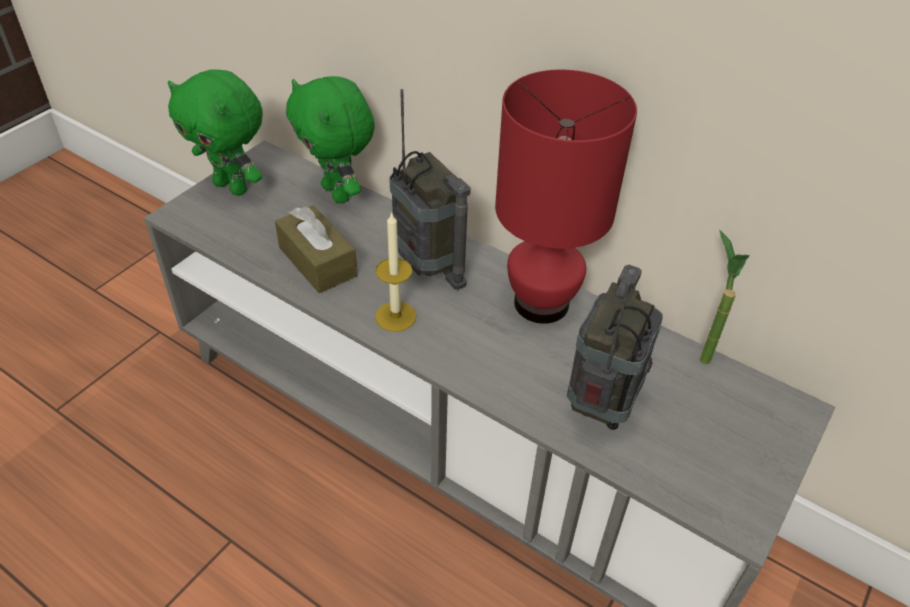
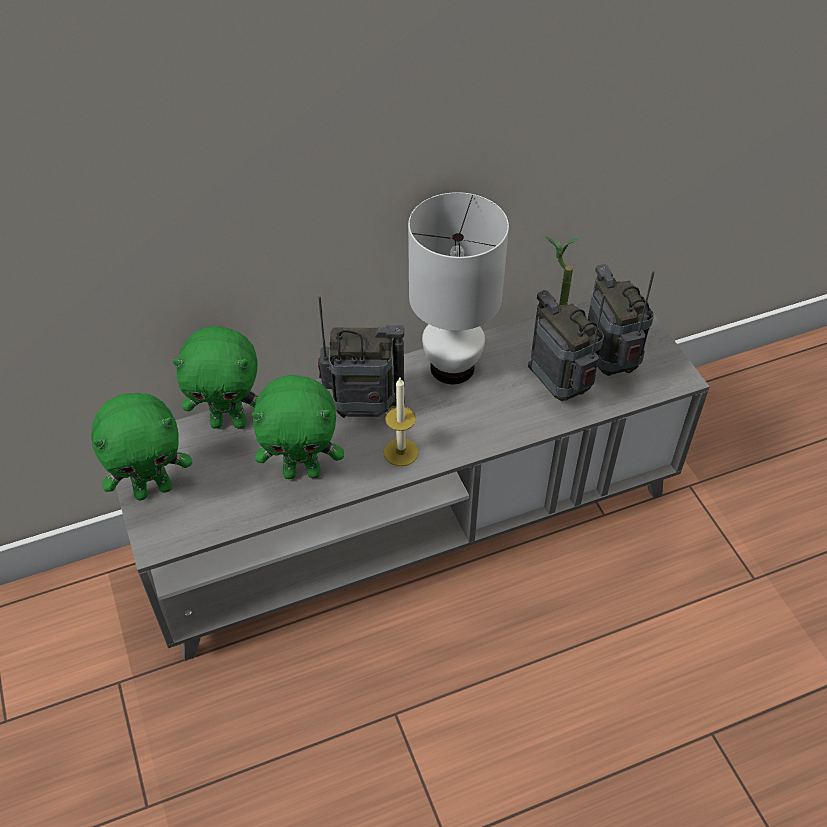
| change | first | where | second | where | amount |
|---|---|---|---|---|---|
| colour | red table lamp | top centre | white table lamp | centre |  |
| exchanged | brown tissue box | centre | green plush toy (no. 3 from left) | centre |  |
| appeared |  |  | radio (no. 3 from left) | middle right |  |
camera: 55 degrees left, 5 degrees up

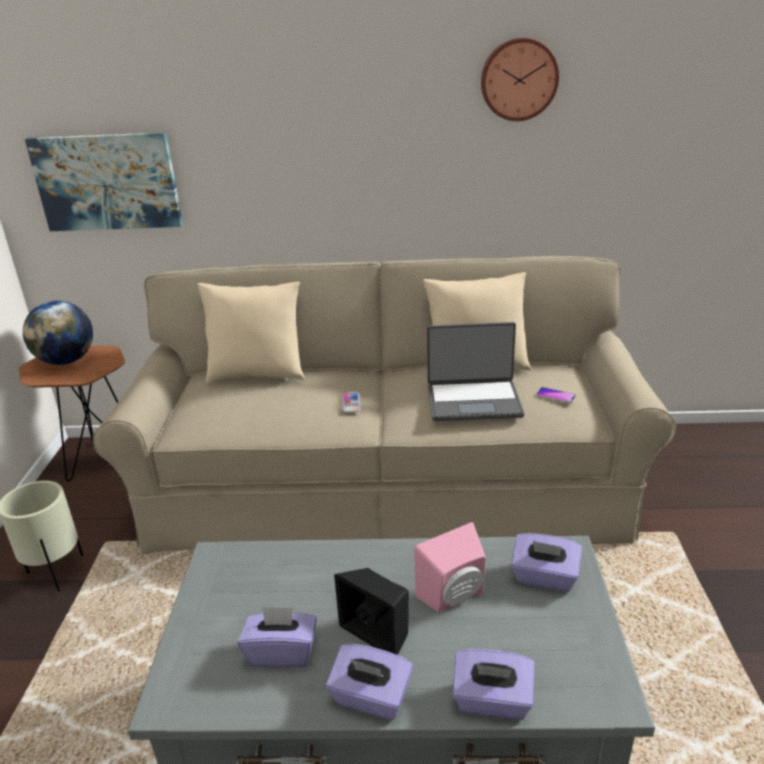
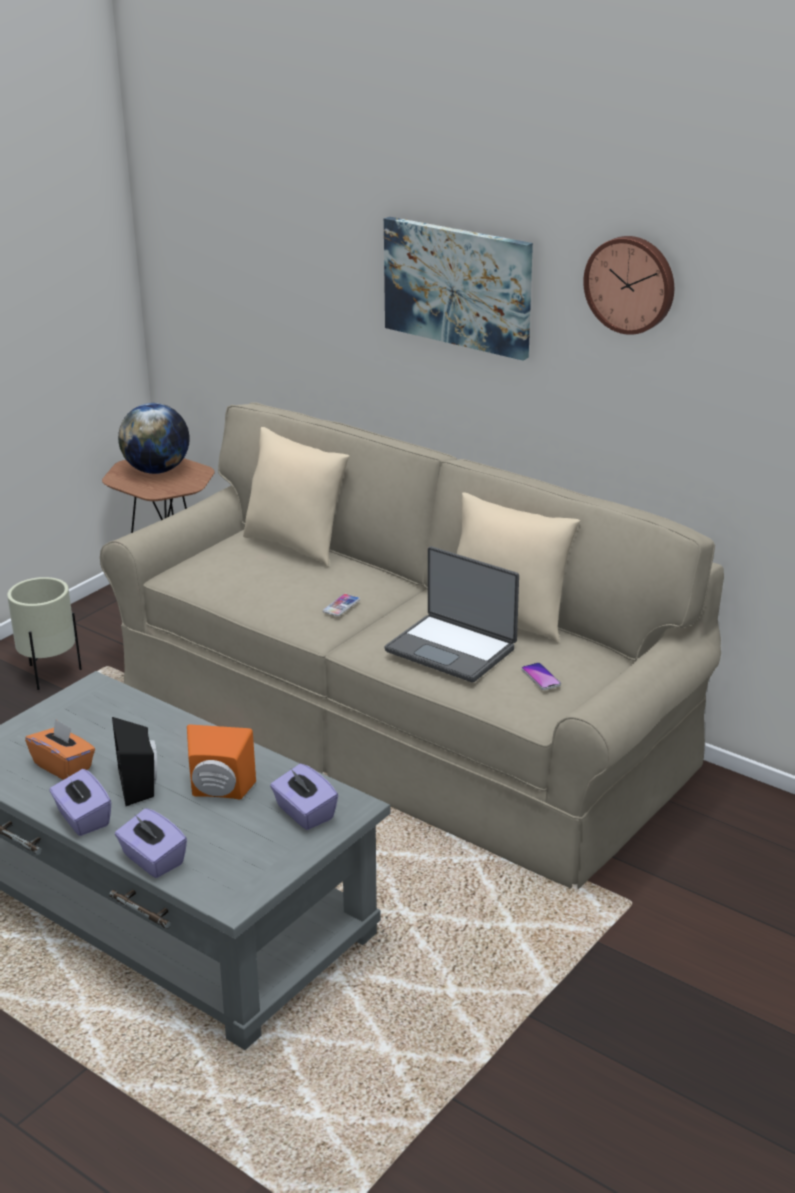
| change | first | where | second | where | amount |
|---|---|---|---|---|---|
| relocated | picture | top left |  | top centre |  |
| colour | pink speaker | bottom centre | orange speaker | middle left |  |
| colour | purple tissue box (no. 1 from left) | bottom centre | orange tissue box | middle left |  |
camera: 35 degrees right, 0 degrees up

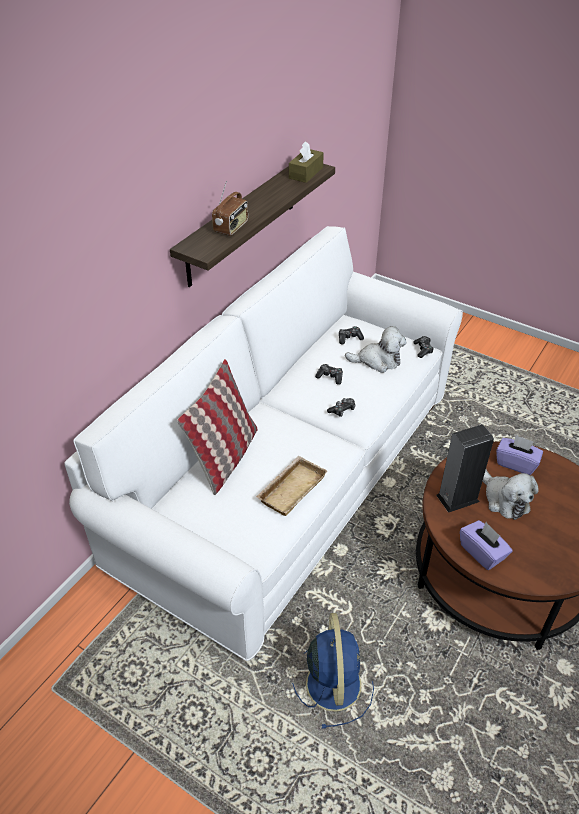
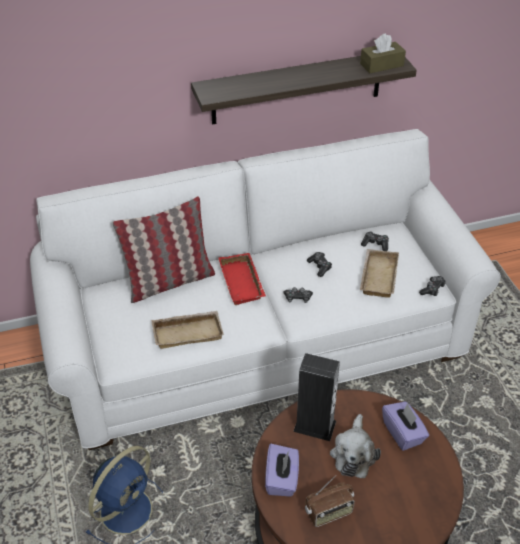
| change | first | where | second | where | amount |
|---|---|---|---|---|---|
| relocated | radio | top centre |  | bottom centre |  |
| exchanged | plush toy (no. 1 from left) | centre | beige tray (no. 2 from left) | middle right |  |
| appeared |  |  | red tray | centre |  |
camera: 40 degrees right, 0 degrees up

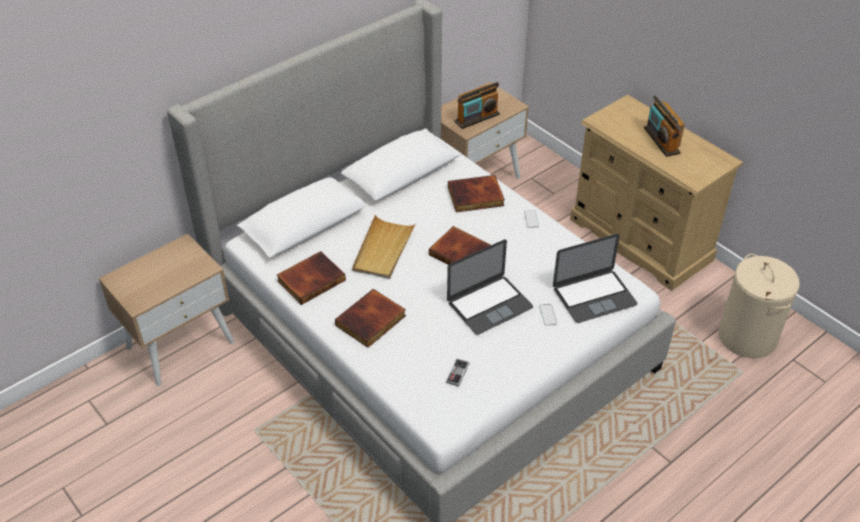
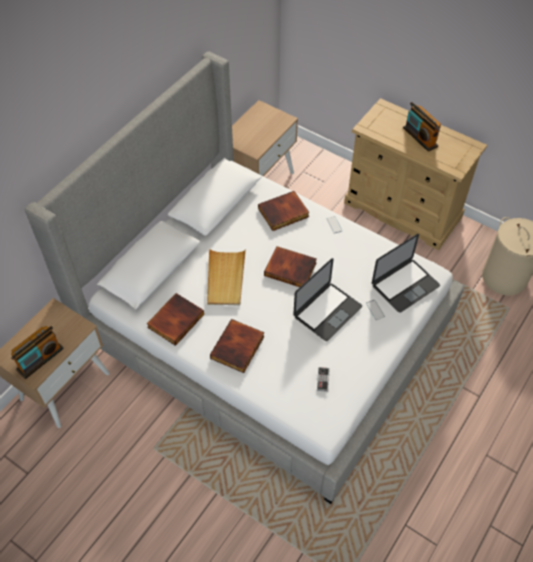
| change | first | where | second | where | amount |
|---|---|---|---|---|---|
| relocated | radio (no. 1 from left) | top centre |  | middle left |  |
camera: 15 degrees left, 10 degrees up

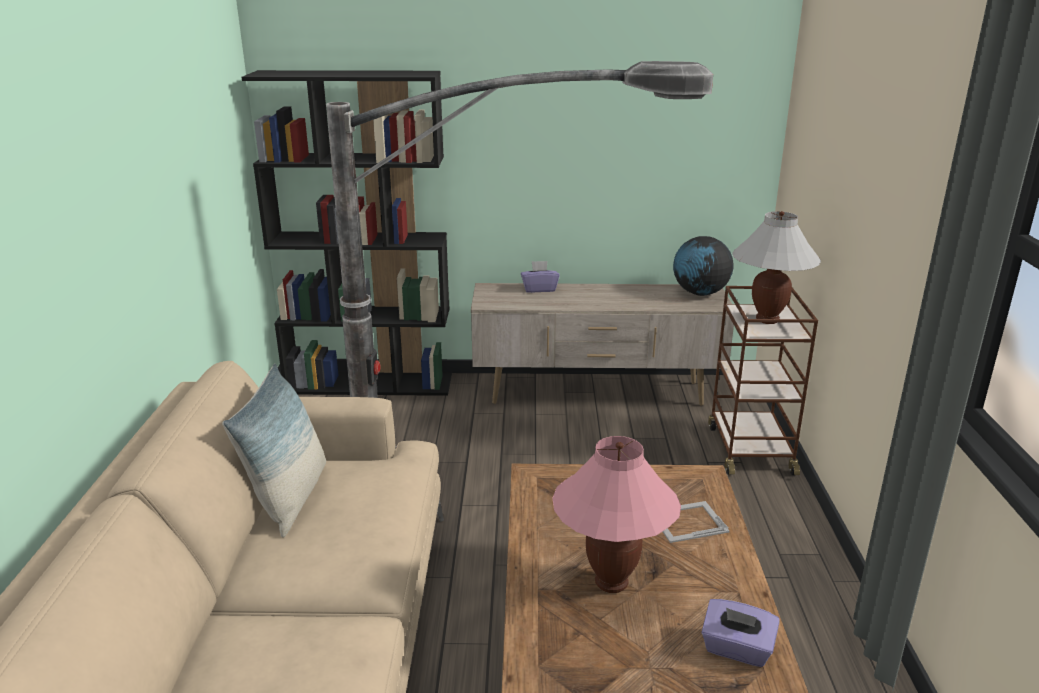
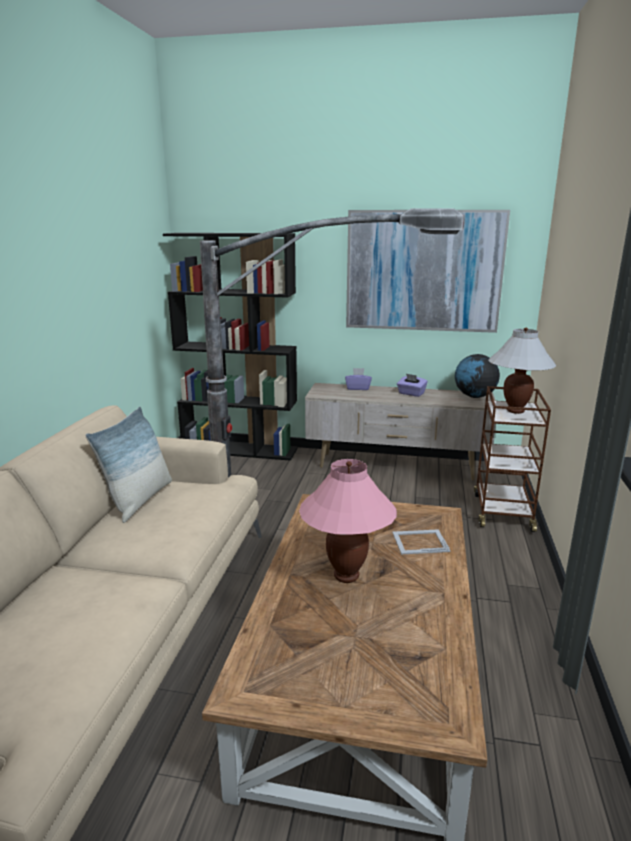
| change | first | where | second | where | amount |
|---|---|---|---|---|---|
| relocated | purple tissue box (no. 2 from left) | bottom right |  | centre |  |
| appeared |  |  | picture | top right |  |
camera: 10 degrees right, 5 degrees down

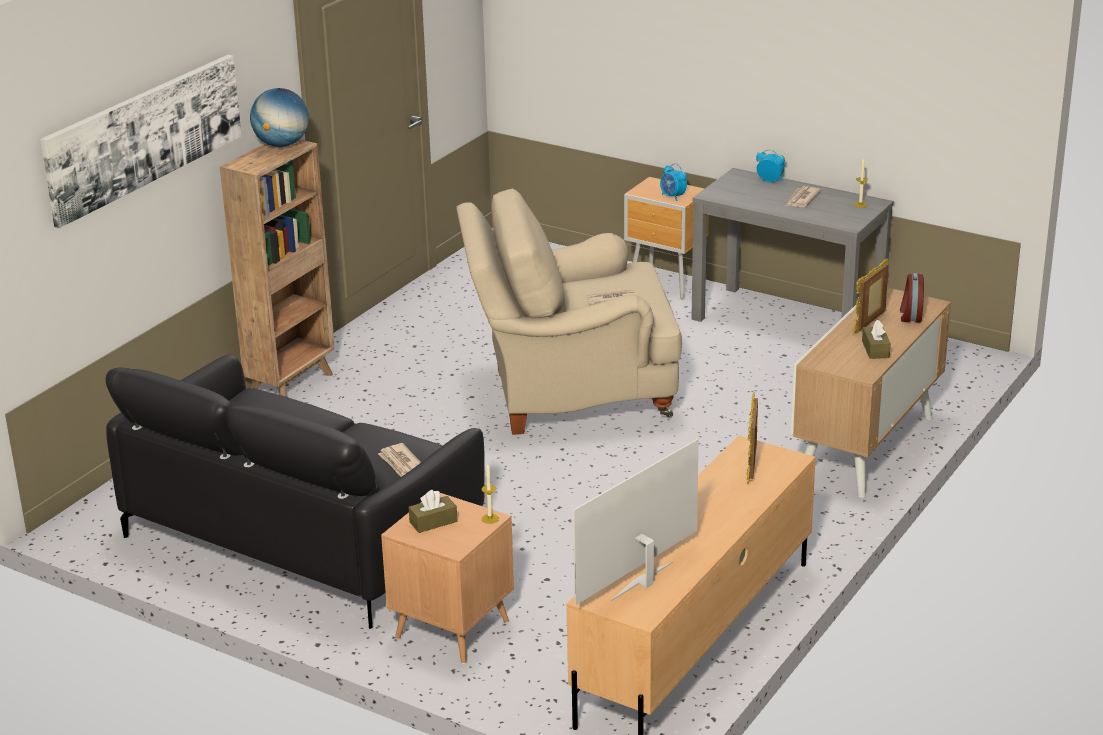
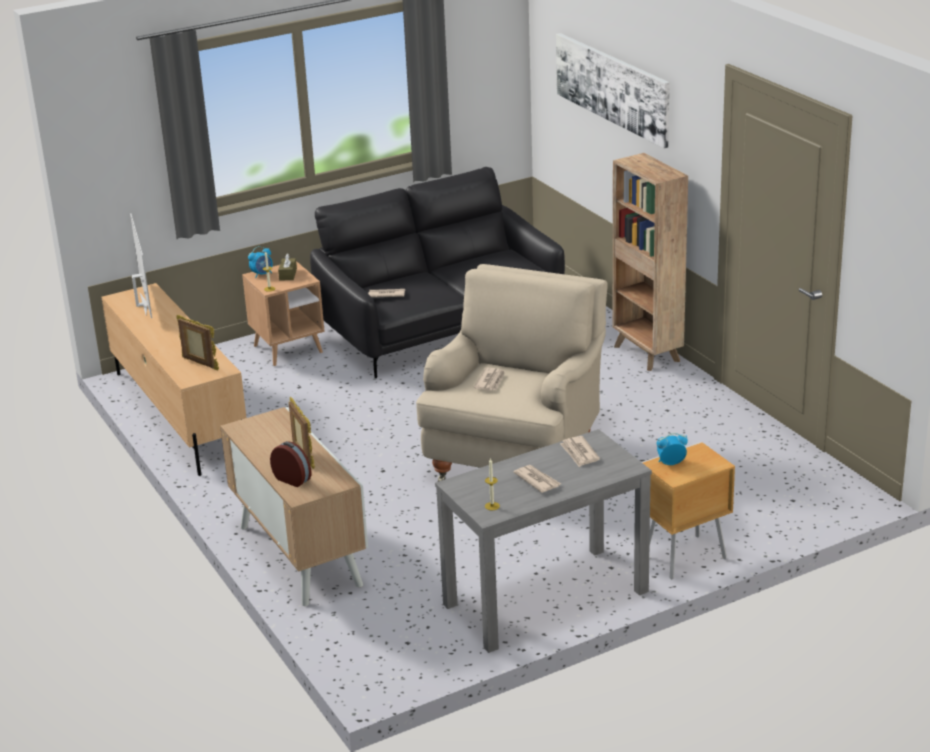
| change | first | where | second | where | amount |
|---|---|---|---|---|---|
| missing | globe | top left |  |  |  |
| relocated | alarm clock (no. 2 from left in the first image) | top right | alarm clock (no. 1 from left) | middle left |  |
| missing | brown tissue box (no. 2 from left) | middle right |  |  |  |
| appeared |  |  | newspaper (no. 4 from left) | centre |  |
camera: 120 degrees right, 0 degrees up

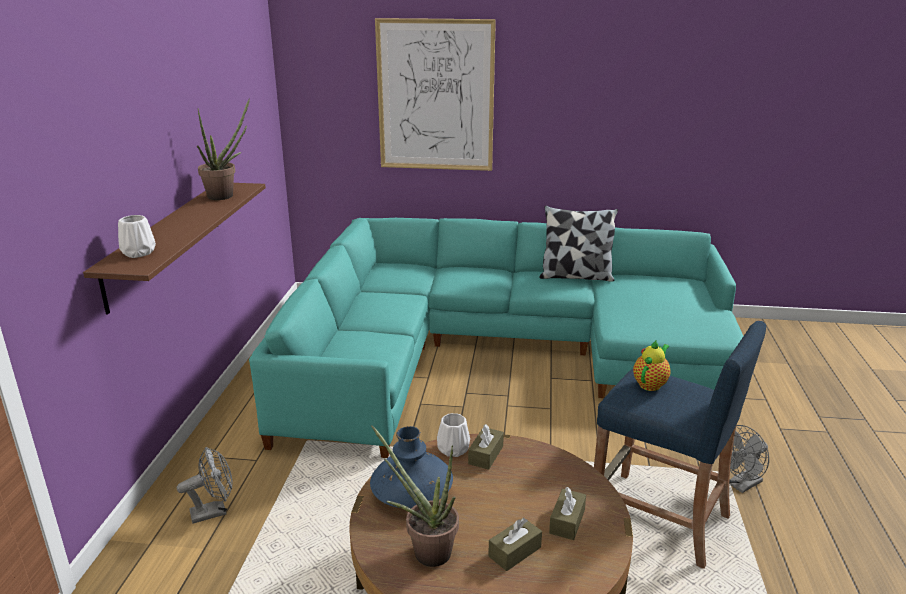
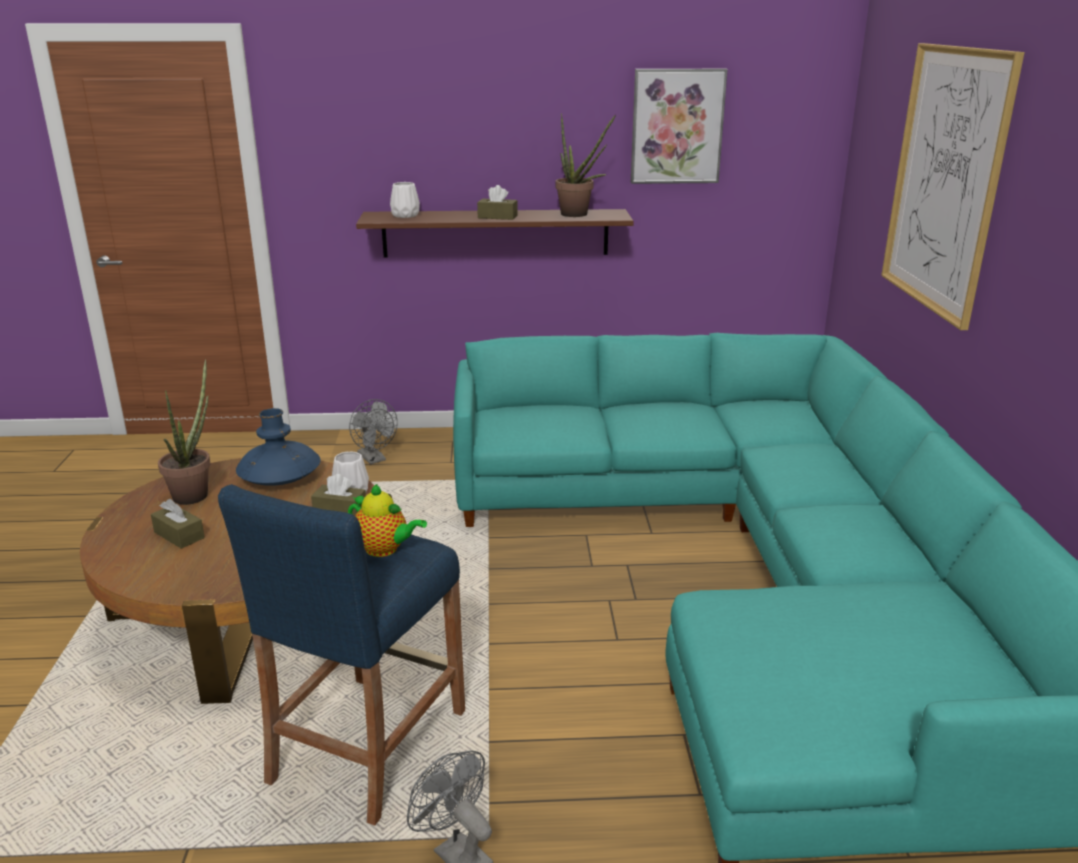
| change | first | where | second | where | amount |
|---|---|---|---|---|---|
| missing | pillow | centre |  |  |  |
| relocated | brown tissue box (no. 3 from left) | bottom centre |  | top centre |  |
| appeared |  |  | picture (no. 1 from left) | top centre |  |
camera: 80 degrees right, 0 degrees up

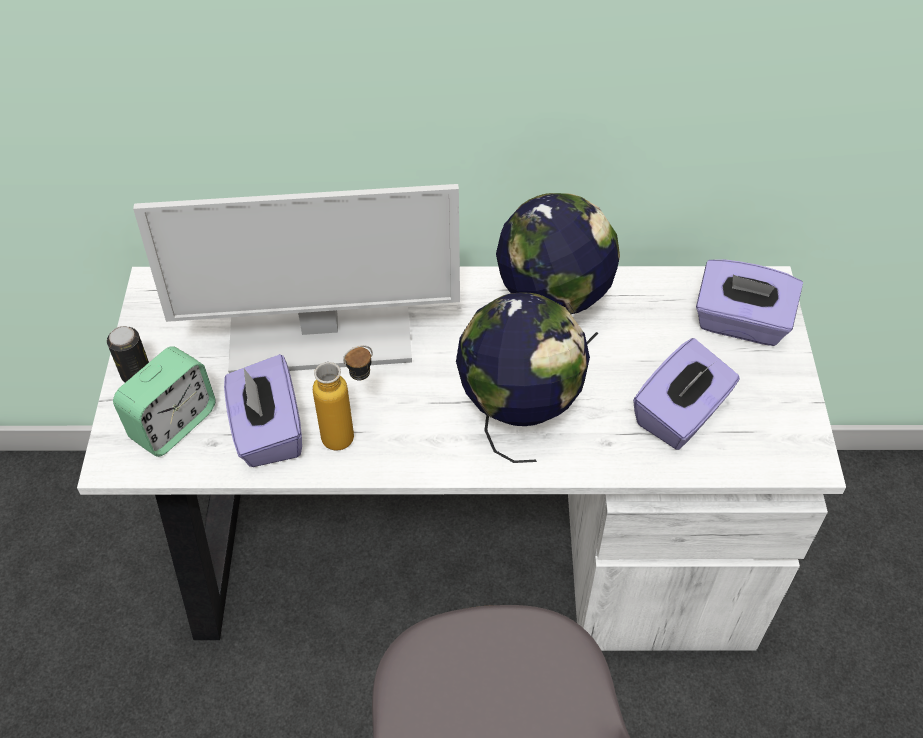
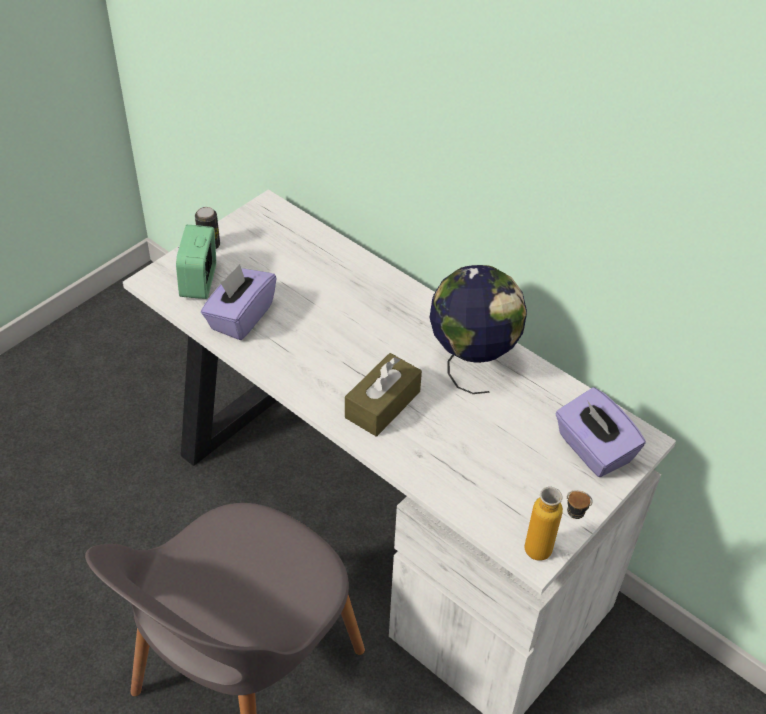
| change | first | where | second | where | amount |
|---|---|---|---|---|---|
| missing | monitor | middle left |  |  |  |
| exchanged | globe (no. 1 from left) | centre | brown tissue box | centre |  |
| missing | purple tissue box (no. 2 from left) | middle right |  |  |  |
| relocated | bottle | centre |  | bottom right |  |
| spun | alarm clock | middle left |  | middle left | 105 degrees clockwise |
camera: 40 degrees right, 5 degrees down

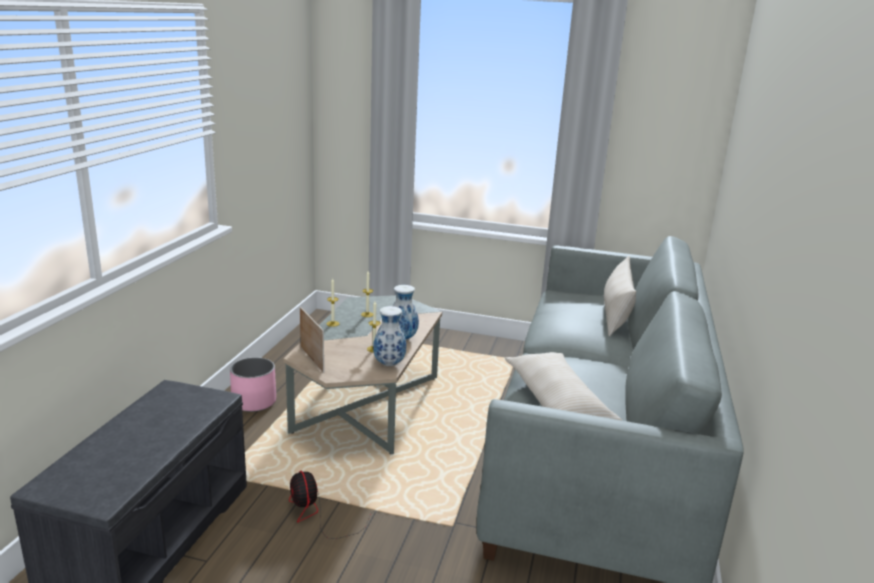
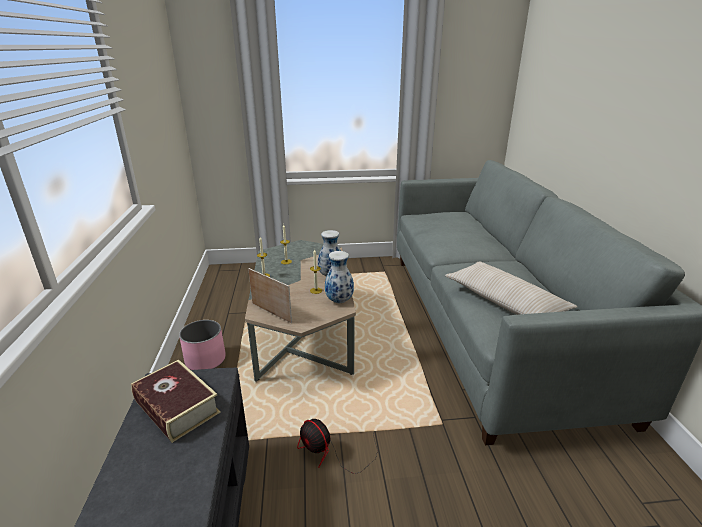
| change | first | where | second | where | amount |
|---|---|---|---|---|---|
| missing | beige pillow (no. 2 from left) | middle right |  |  |  |
| appeared |  |  | book | bottom left |  |
camera: 20 degrees left, 5 degrees up

